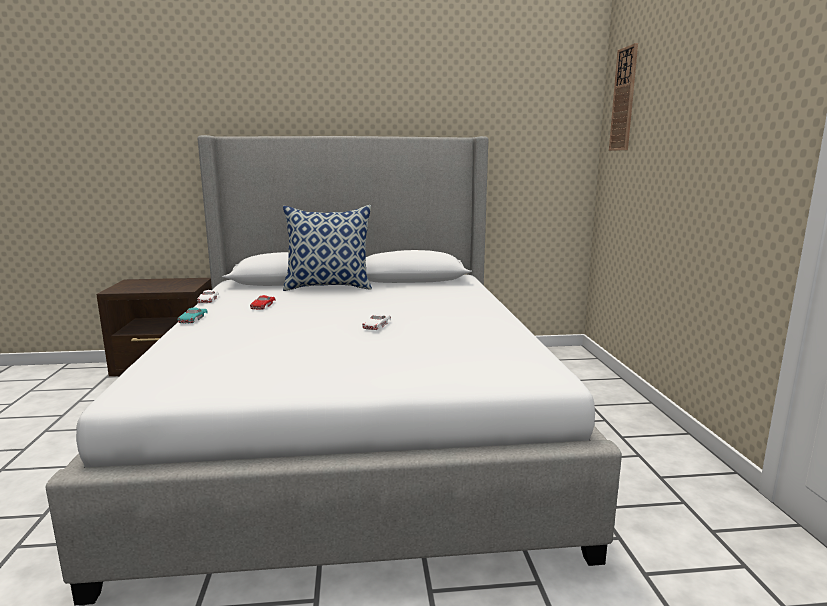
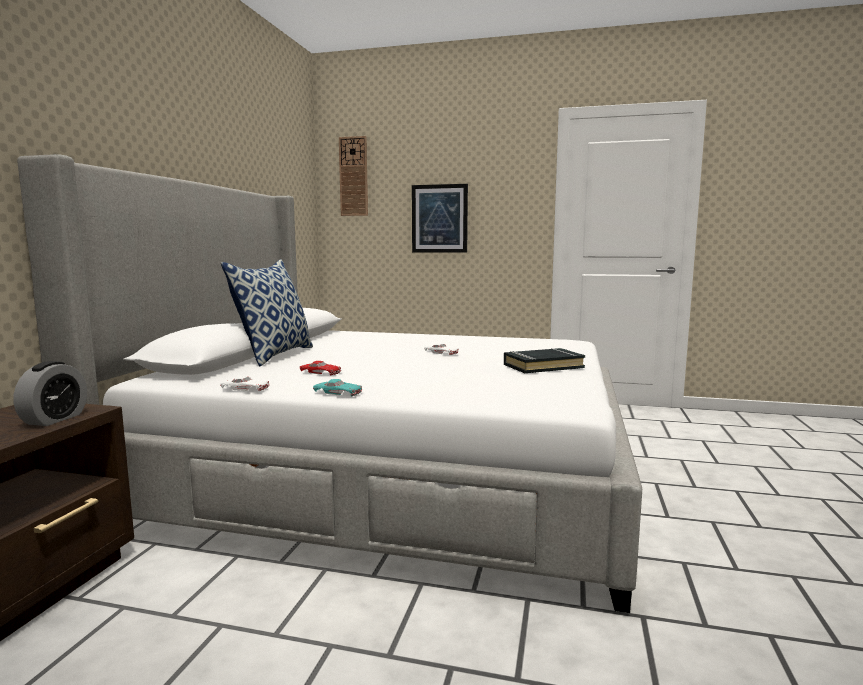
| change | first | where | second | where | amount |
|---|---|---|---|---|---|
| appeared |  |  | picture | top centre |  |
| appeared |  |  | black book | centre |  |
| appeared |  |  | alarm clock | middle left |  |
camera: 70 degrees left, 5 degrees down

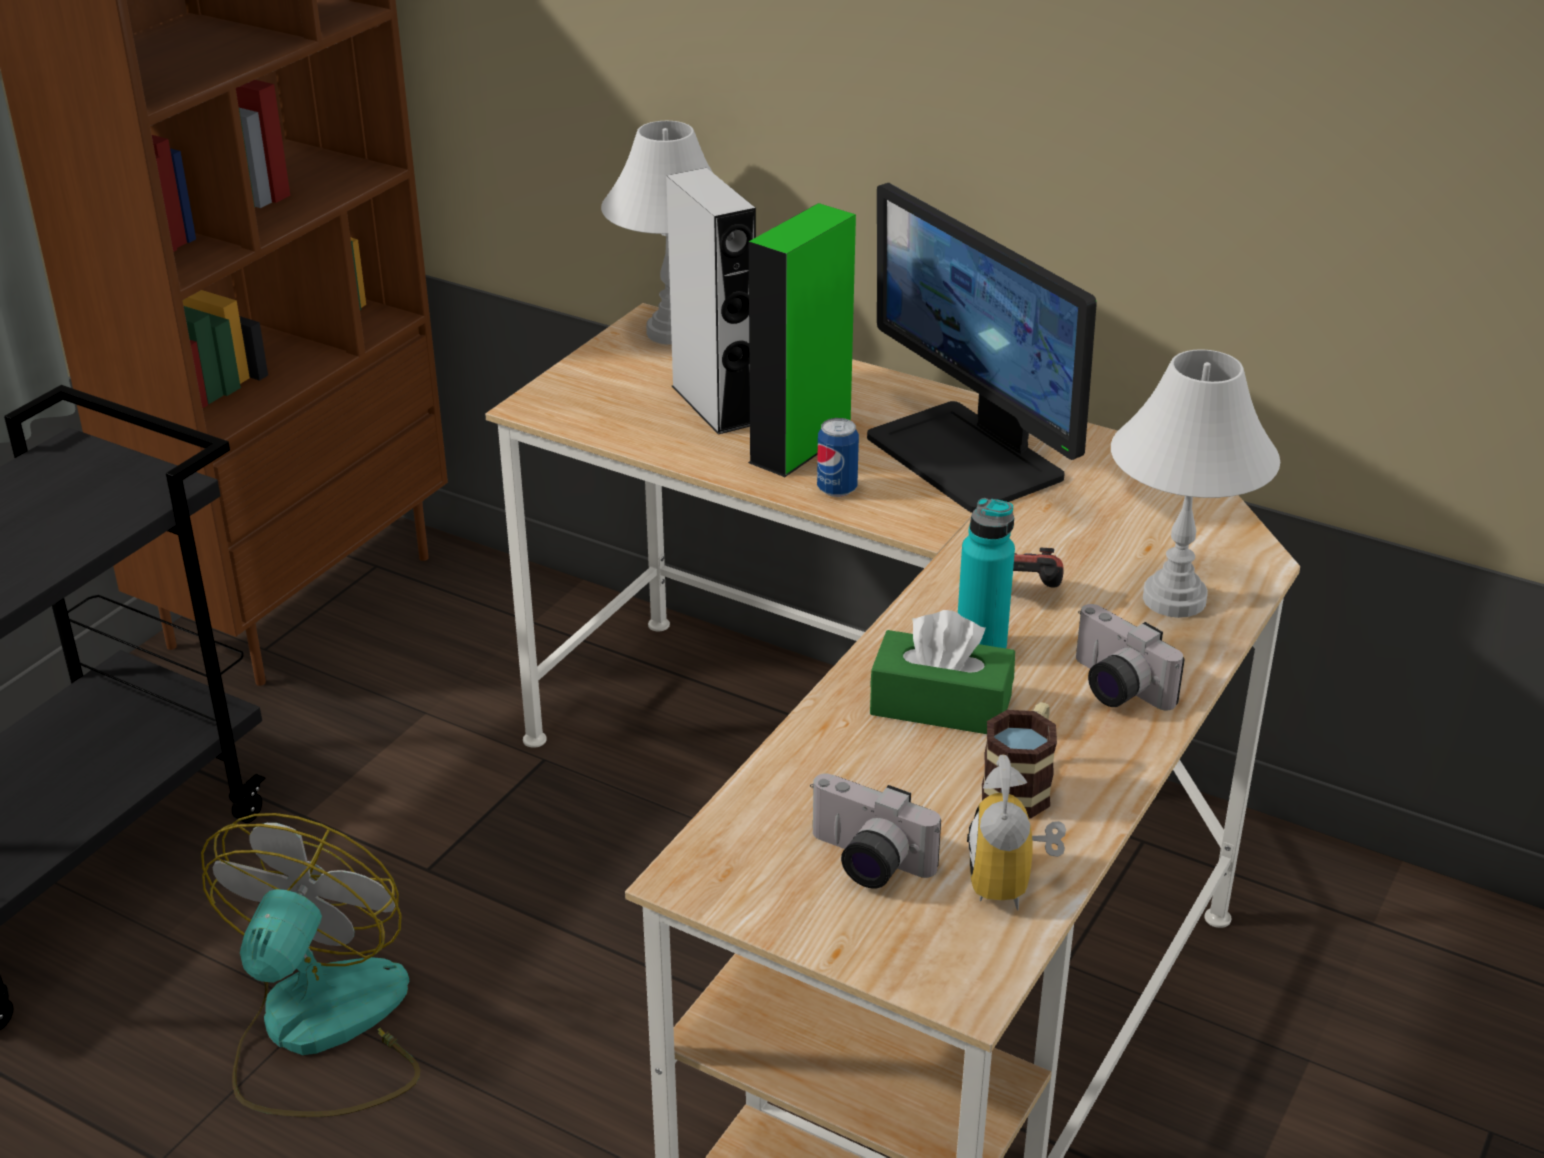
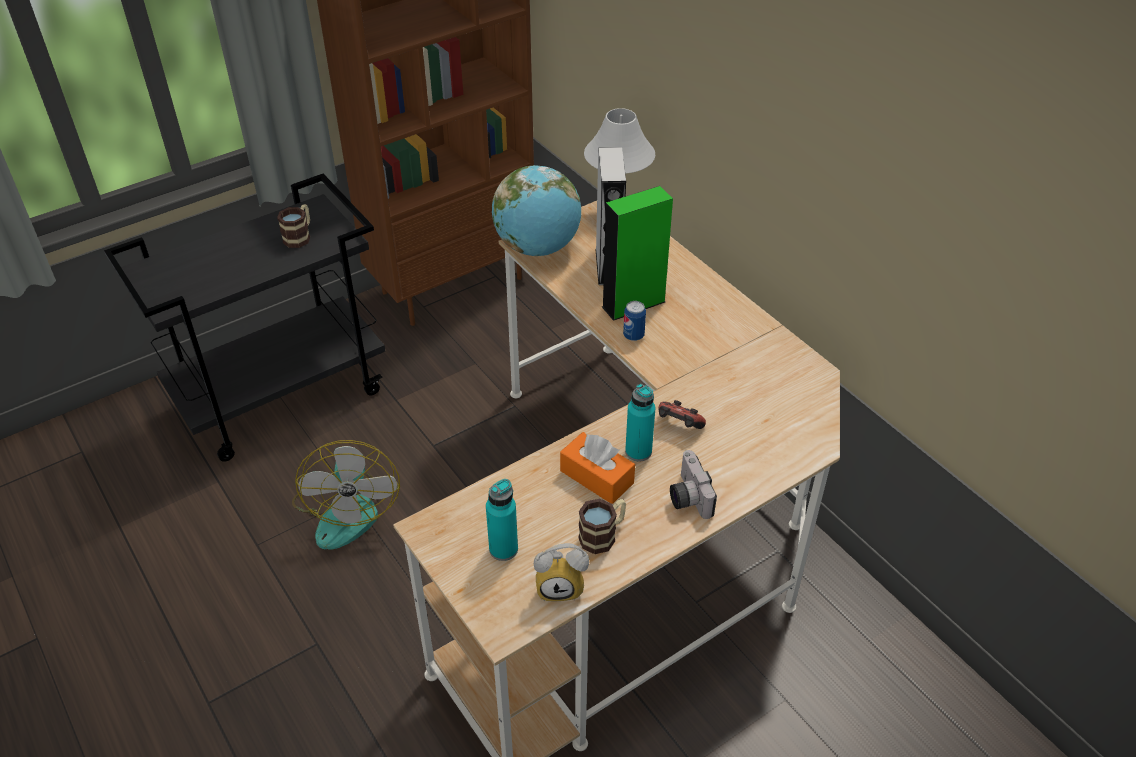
| change | first | where | second | where | amount |
|---|---|---|---|---|---|
| missing | monitor | top centre |  |  |  |
| missing | white table lamp (no. 2 from left) | middle right |  |  |  |
| colour | green tissue box | centre | orange tissue box | centre |  |
| spun | alarm clock | bottom centre |  | bottom centre | 120 degrees counterclockwise |
| exchanged | photo camera (no. 1 from left) | bottom centre | turquoise bottle (no. 1 from left) | bottom centre |  |
| spun | fan | bottom left |  | middle left | 135 degrees clockwise |
| appeared |  |  | globe | top centre |  |
| appeared |  |  | mug (no. 1 from left) | top left |  |
camera: 25 degrees right, 10 degrees up

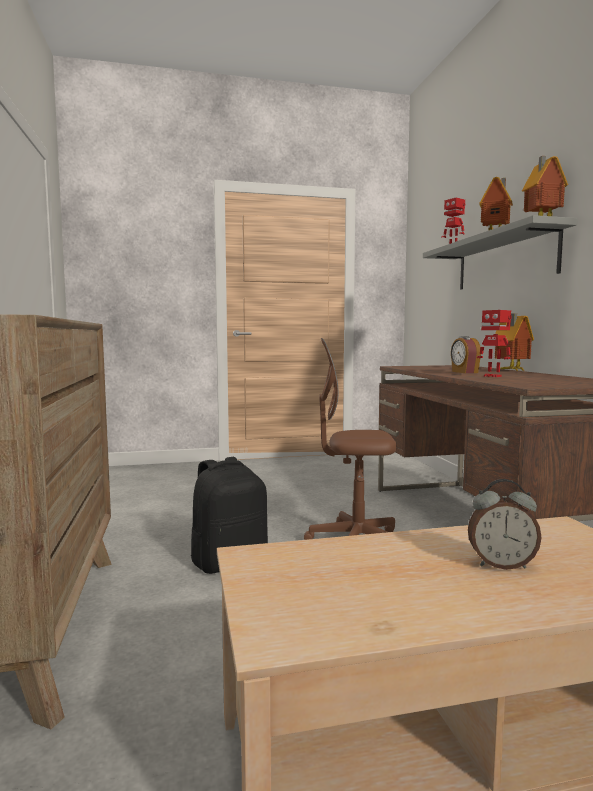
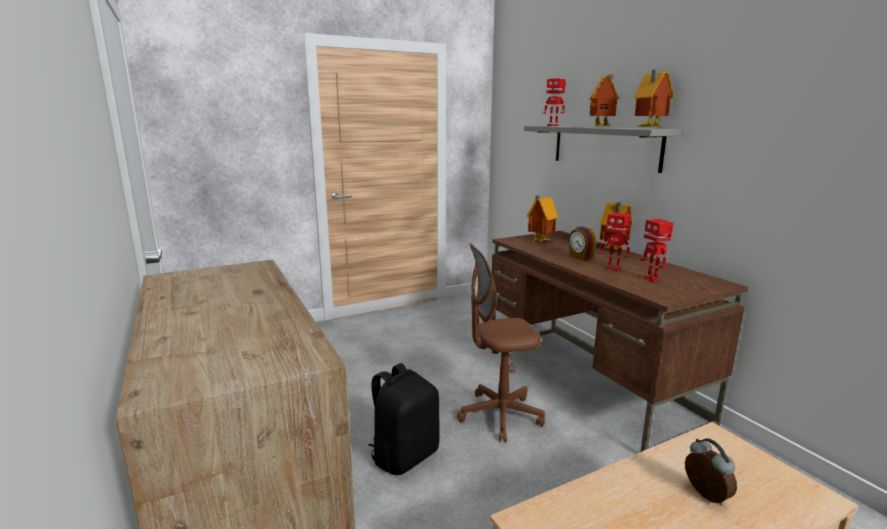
| change | first | where | second | where | amount |
|---|---|---|---|---|---|
| spun | alarm clock (no. 2 from left) | middle right |  | bottom right | 105 degrees counterclockwise |
| appeared |  |  | toy house (no. 1 from left) | centre |  |
| appeared |  |  | toy robot (no. 3 from left) | middle right |  |
camera: 15 degrees left, 10 degrees up

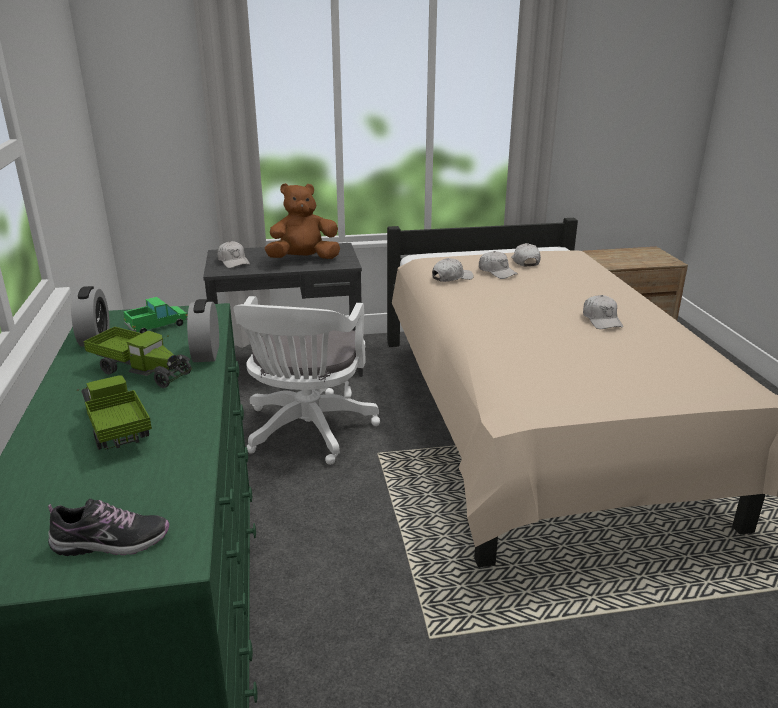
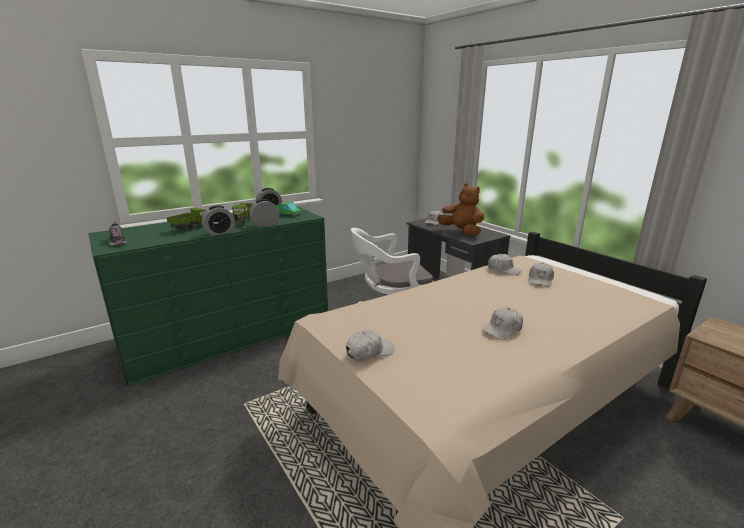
| change | first | where | second | where | amount |
|---|---|---|---|---|---|
| relocated | white cap (no. 4 from left in the first image) | middle right | white cap (no. 1 from left) | centre |  |
| appeared |  |  | alarm clock (no. 1 from left) | middle left |  |
camera: 65 degrees right, 5 degrees down

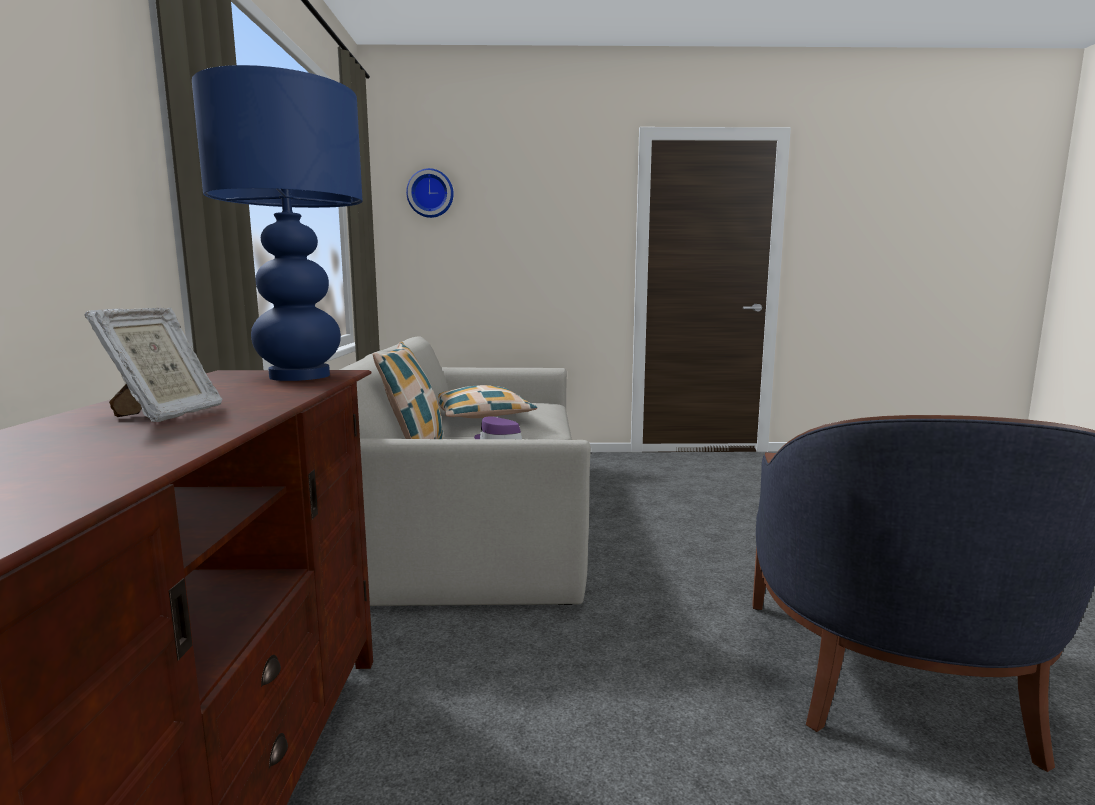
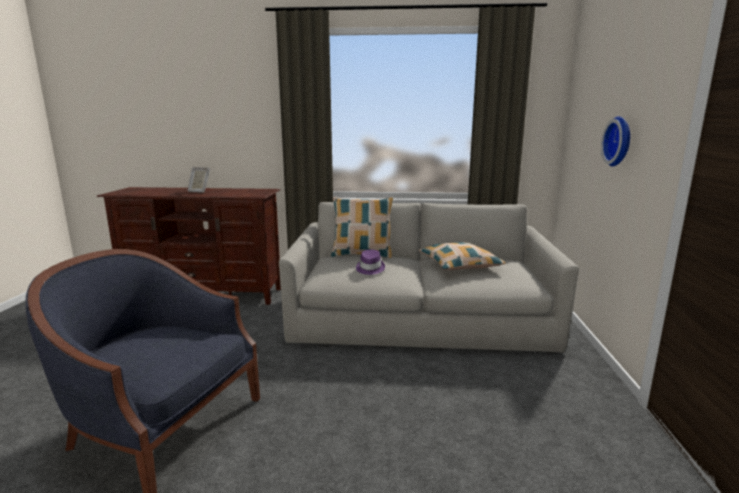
| change | first | where | second | where | amount |
|---|---|---|---|---|---|
| missing | blue table lamp | top left |  |  |  |
| relocated | wall clock | top centre |  | top right |  |
camera: 95 degrees right, 5 degrees up

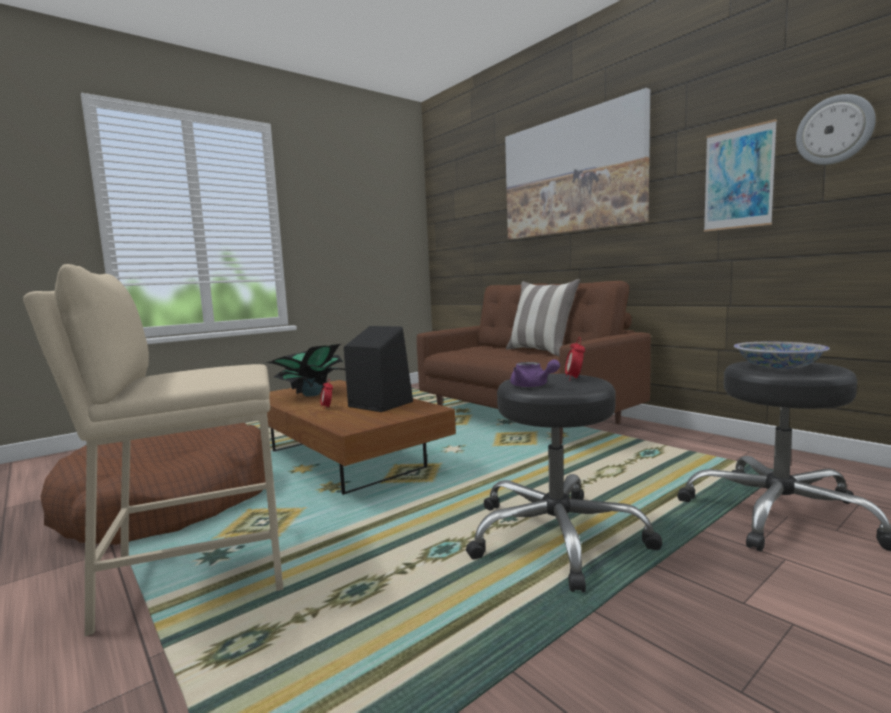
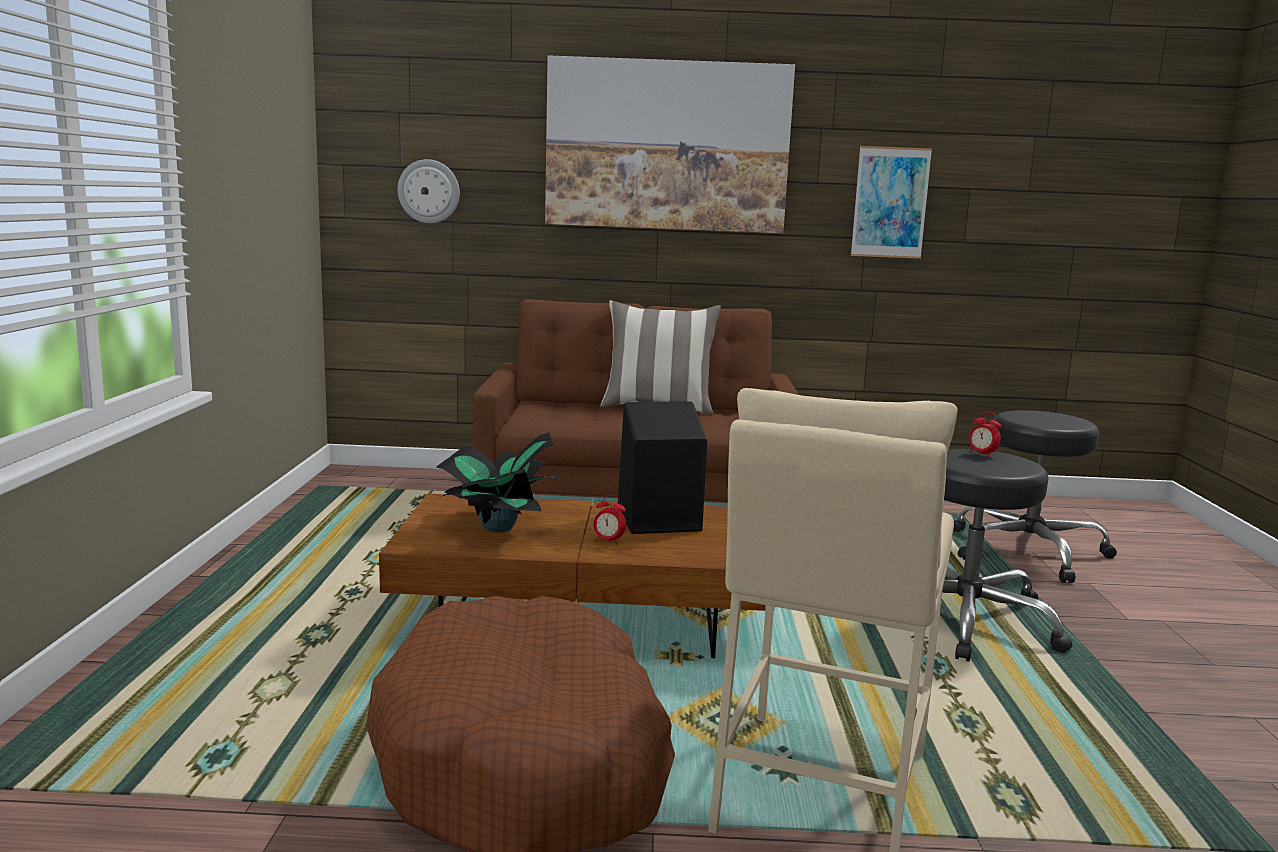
| change | first | where | second | where | amount |
|---|---|---|---|---|---|
| relocated | wall clock | top right |  | top centre |  |
| missing | bowl | middle right |  |  |  |
| missing | purple teapot | centre |  |  |  |
camera: 50 degrees left, 5 degrees up

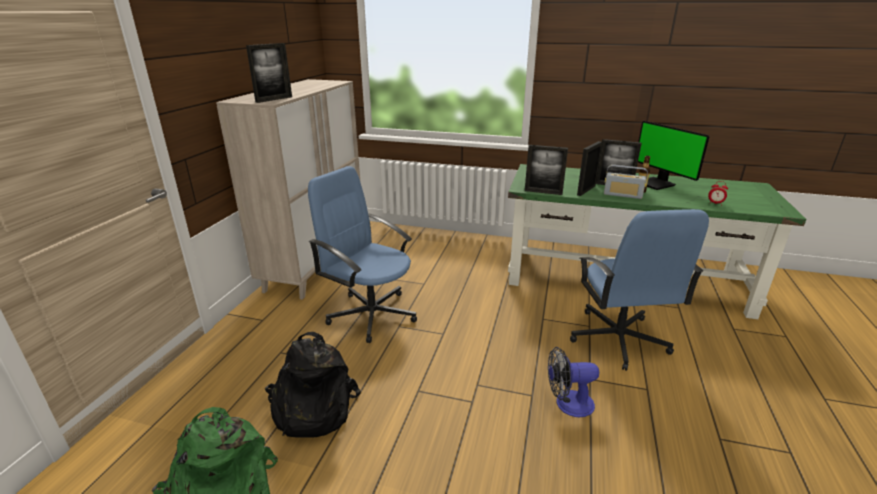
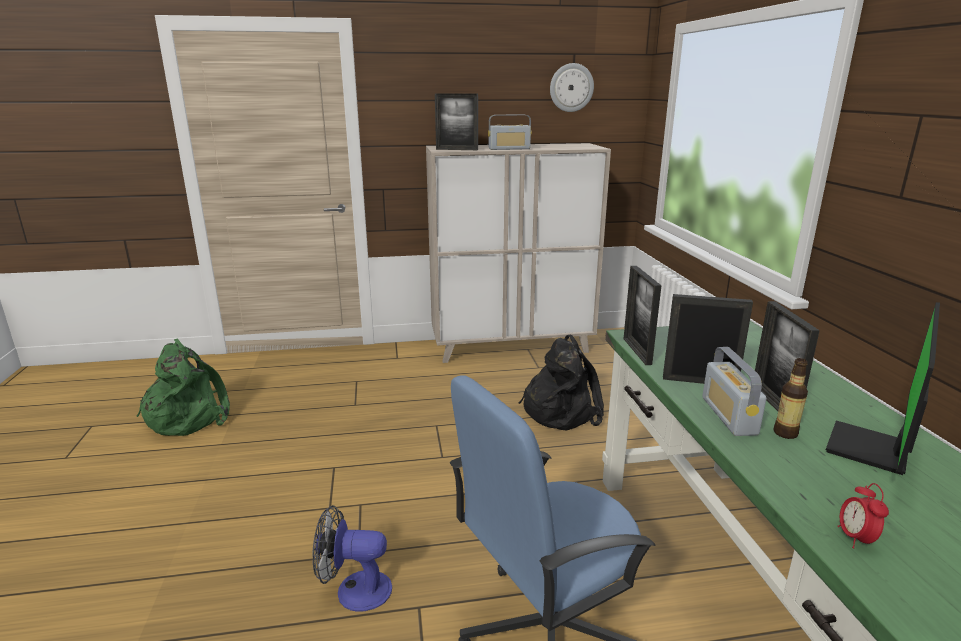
| change | first | where | second | where | amount |
|---|---|---|---|---|---|
| missing | blue office chair (no. 1 from left) | centre |  |  |  |
| relocated | black backpack | bottom centre |  | centre |  |
| spun | fan | bottom centre |  | bottom centre | 60 degrees counterclockwise |
| appeared |  |  | wall clock | top centre |  |
| appeared |  |  | radio (no. 1 from left) | top centre |  |
camera: 65 degrees right, 5 degrees down

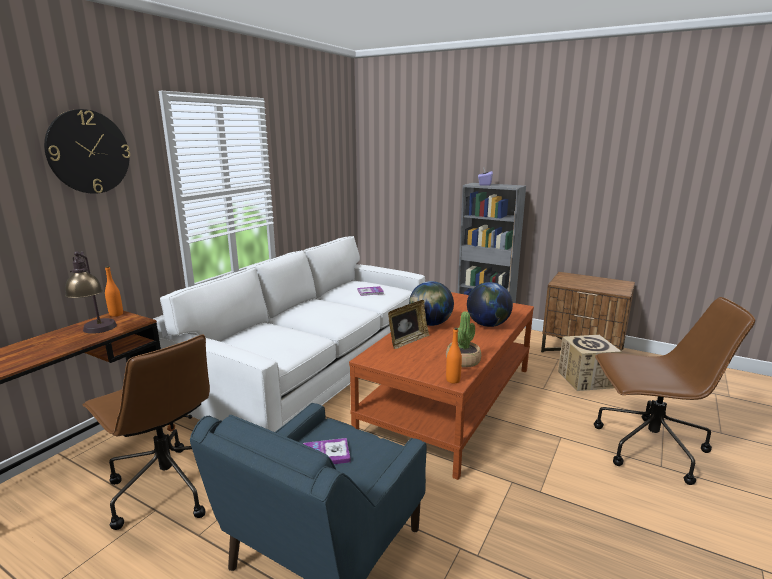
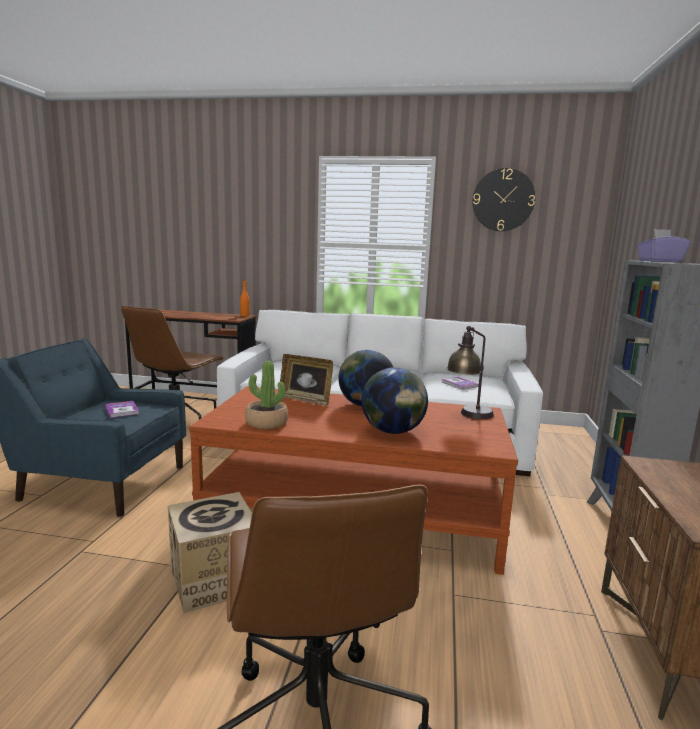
| change | first | where | second | where | amount |
|---|---|---|---|---|---|
| relocated | wall clock | top left |  | top right |  |
| relocated | table lamp | middle left |  | middle right |  |
| missing | orange bottle (no. 2 from left) | centre |  |  |  |
| relocated | cardboard box | middle right |  | bottom left |  |
camera: 70 degrees right, 5 degrees down

